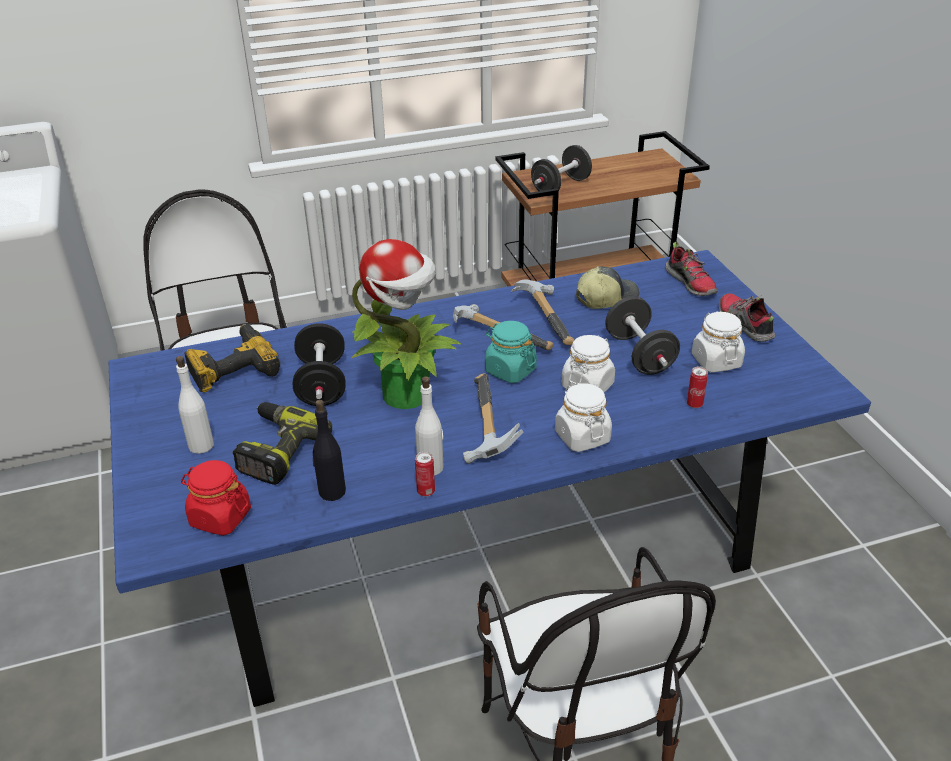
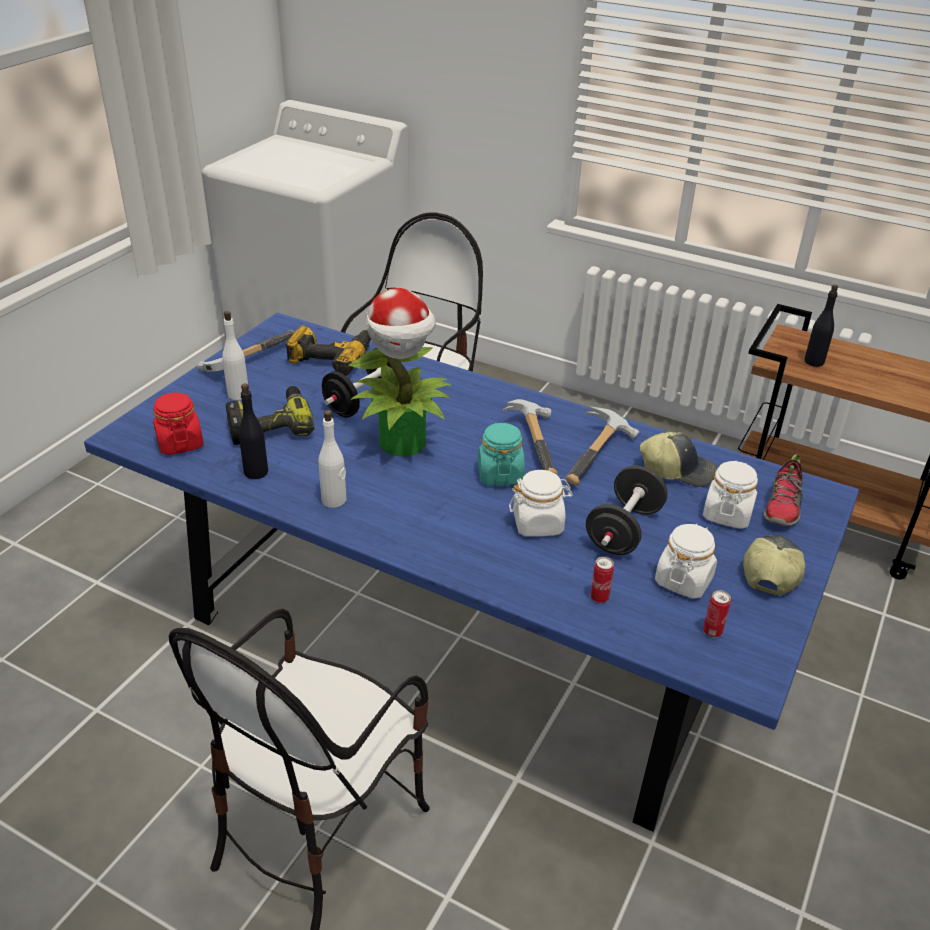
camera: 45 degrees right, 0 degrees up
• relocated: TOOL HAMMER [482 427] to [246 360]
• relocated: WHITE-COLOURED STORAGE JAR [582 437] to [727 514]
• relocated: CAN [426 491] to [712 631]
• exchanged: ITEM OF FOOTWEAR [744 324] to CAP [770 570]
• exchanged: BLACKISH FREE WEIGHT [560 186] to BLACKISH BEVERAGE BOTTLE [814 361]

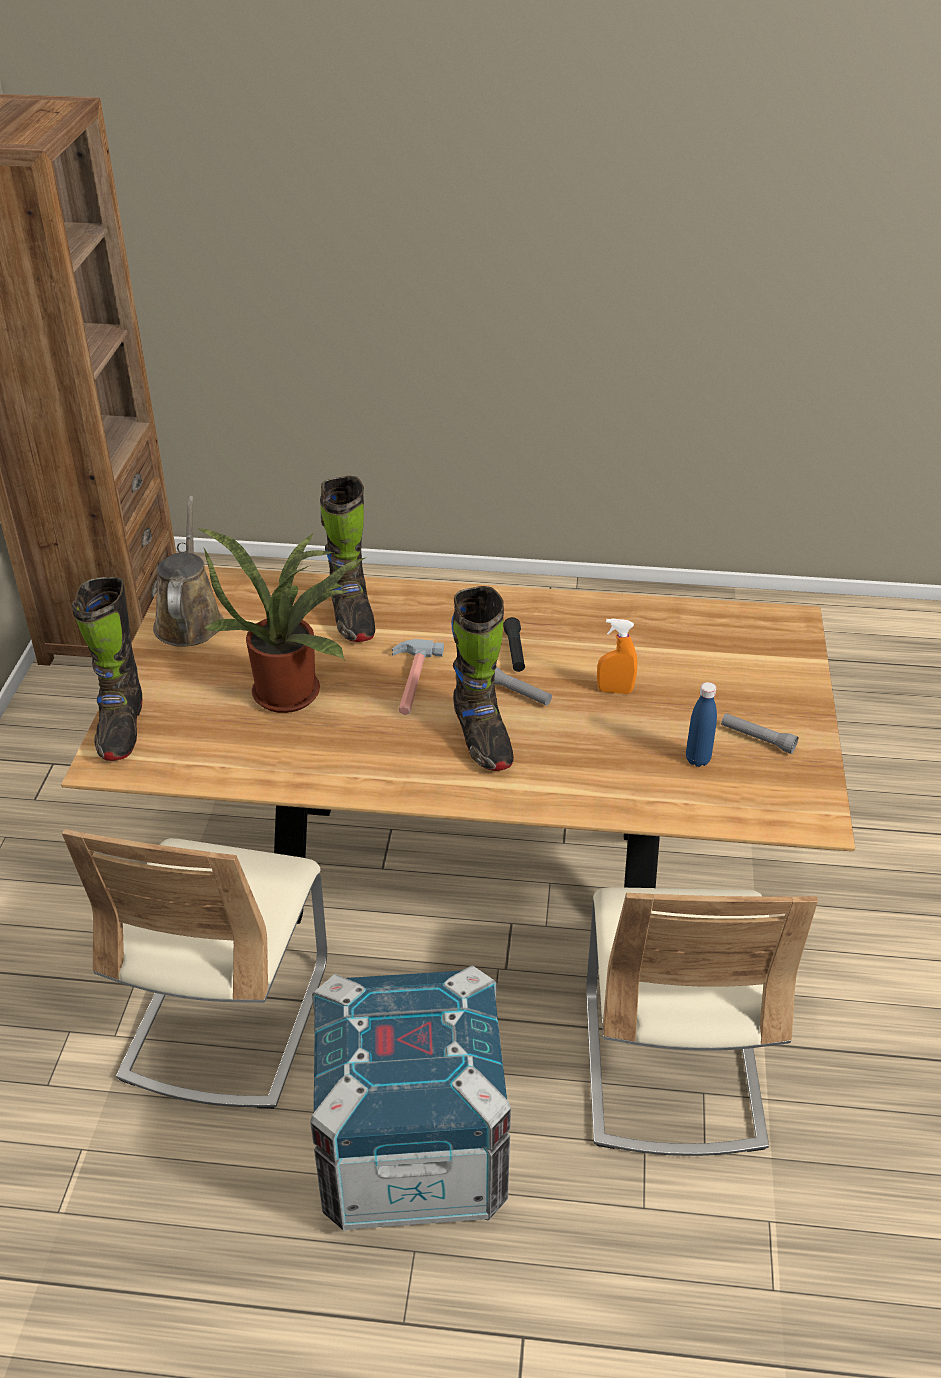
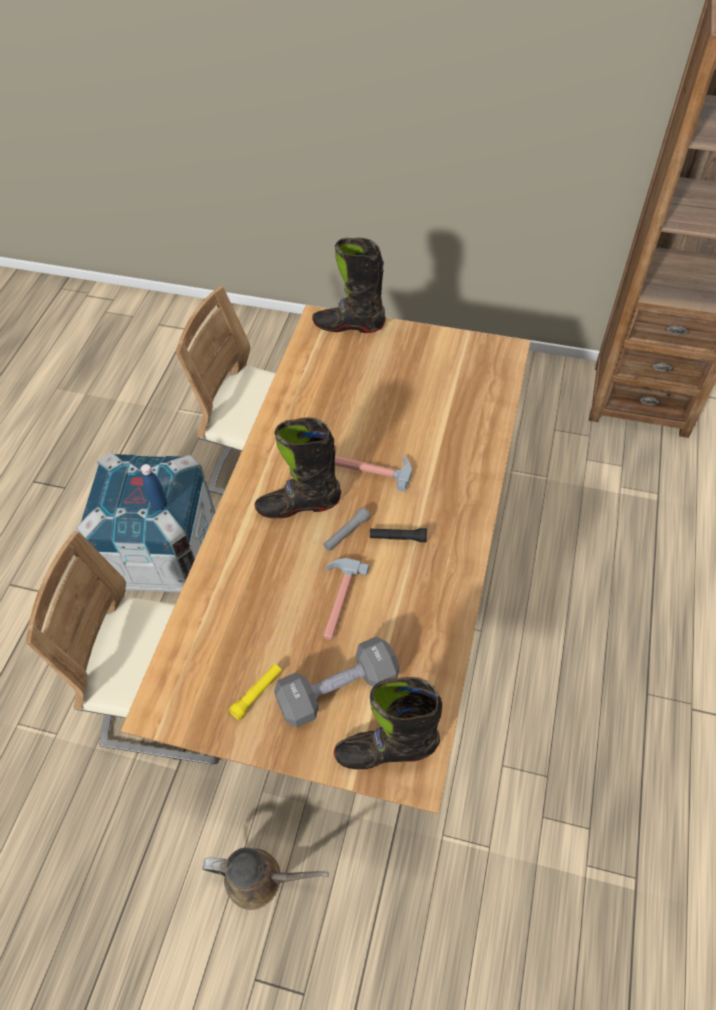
camera: 100 degrees right, 15 degrees up
• relocated: BLUE BEVERAGE BOTTLE [697 759] to [160 505]
• relocated: BROWN WATERING CAN [190 620] to [259 879]
• colour: GREY HAND TORCH [757 739] to YELLOW HAND TORCH [257 693]
• appeared: GREY FREE WEIGHT [338 690]
• exchanged: ORANGE SPRAYER [615 690] to TOOL HAMMER [337 600]
• relocated: BLACKISH BOOT [352 617] to [386 750]
• missing: PLANT IN A POT [291 690]

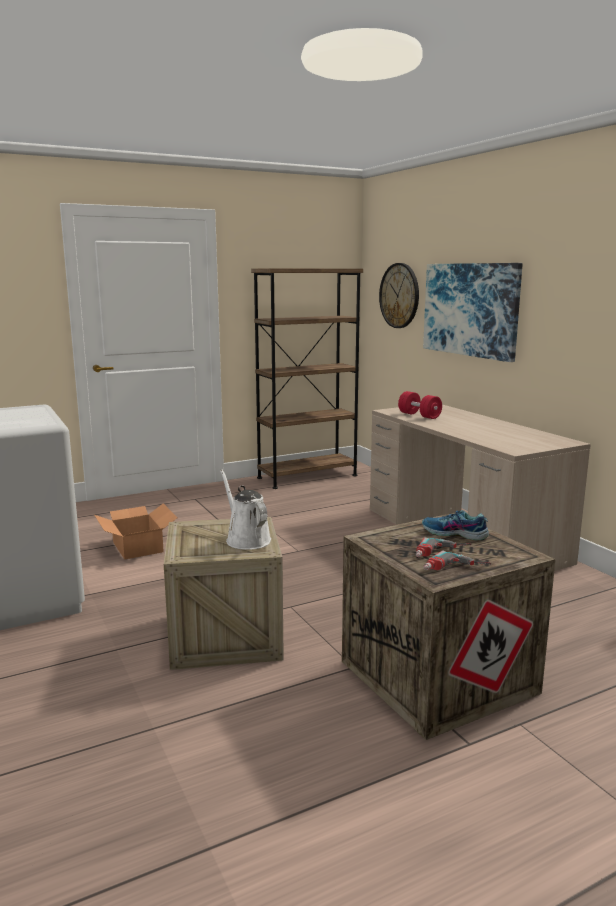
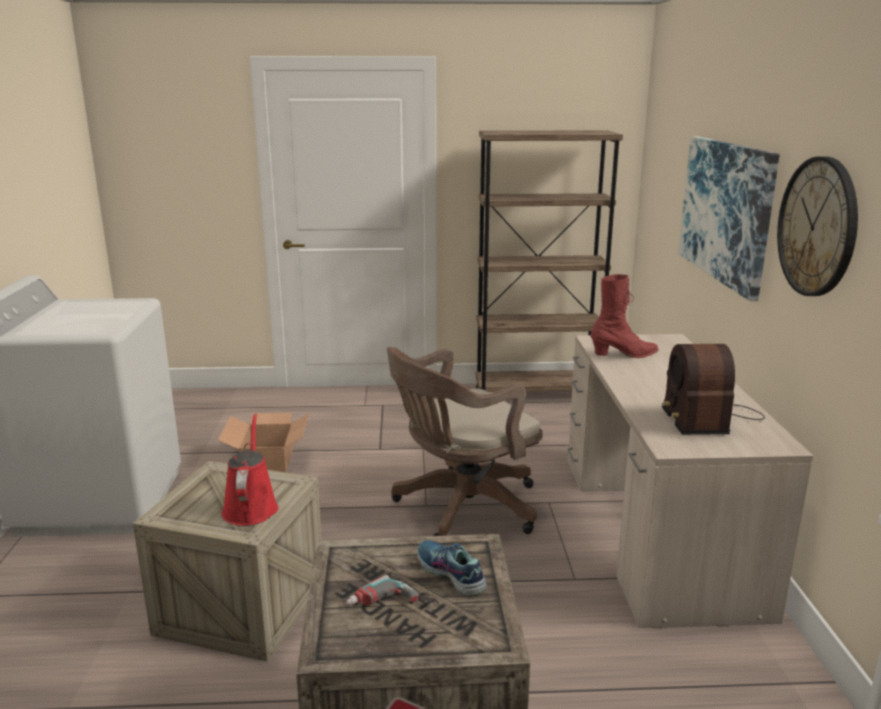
camera: 25 degrees right, 5 degrees up
• colour: WHITE-COLOURED WATERING CAN [246 539] to RED-COLOURED WATERING CAN [251 507]
• appeared: BROWN DESK CHAIR [461 508]
• exchanged: RED-COLOURED FREE WEIGHT [419 415] to RED-COLOURED BOOT [624 355]
• appeared: RADIO [707 417]
• relocated: WALL CLOCK [399 295] to [817 227]
• missing: DRILL [455 570]

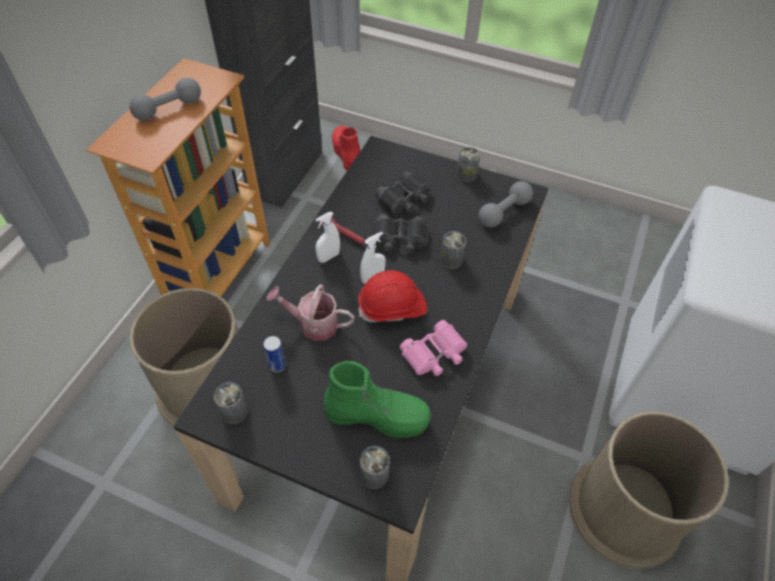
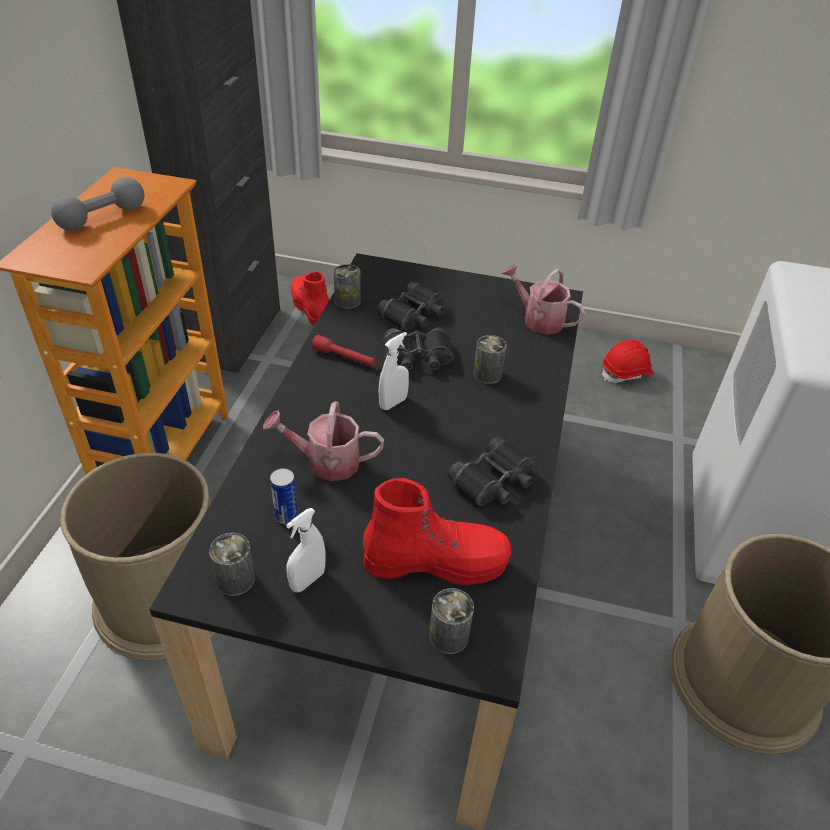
camera: 10 degrees left, 10 degrees down
• relocated: WHITE-COLOURED SPRAYER [328 257] to [307 580]
• relocated: CAN [466 174] to [347 301]
• colour: GREEN-COLOURED BOOT [377 416] to RED-COLOURED BOOT [436 562]
• colour: PINKISH PAIR OF BINOCULARS [434 354] to BLACKISH PAIR OF BINOCULARS [493 481]
• exchanged: GREY FREE WEIGHT [504 212] to WATERING CAN [538 319]
• relocated: RED-COLOURED SAFETY HELMET [392 307] to [626 373]

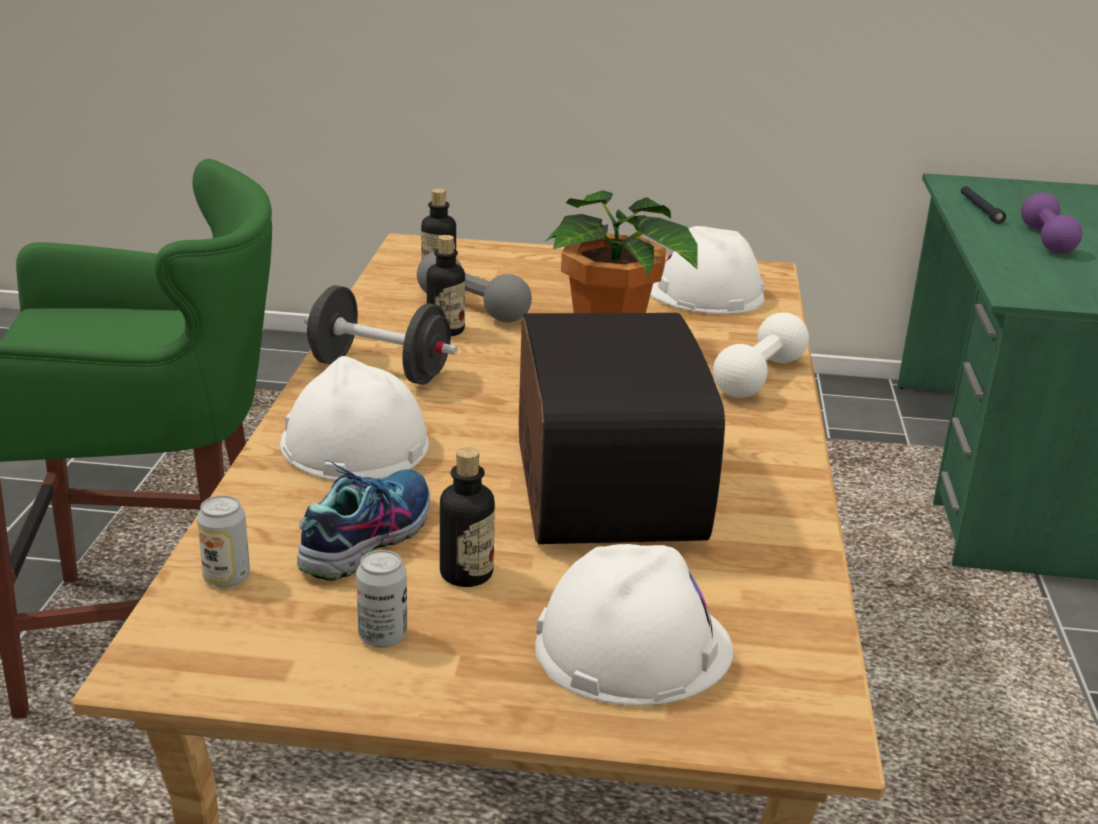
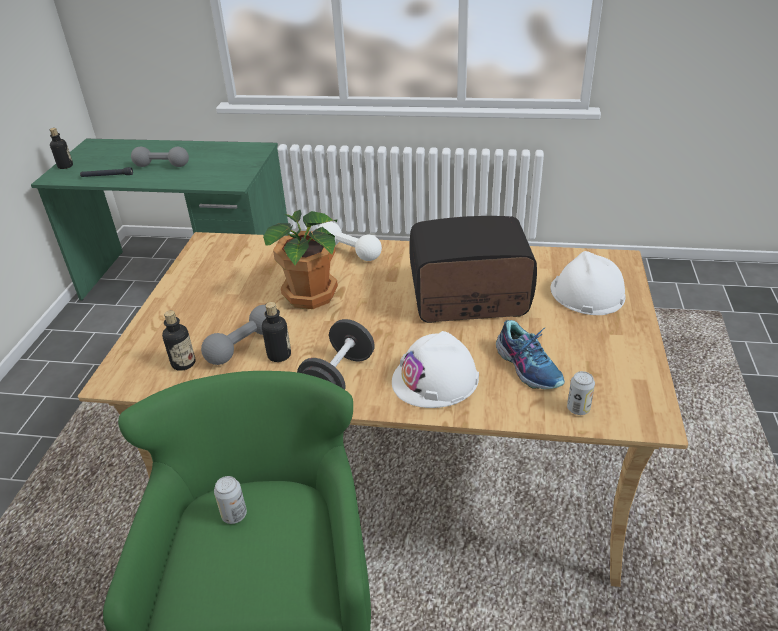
camera: 85 degrees left, 10 degrees up
• relocated: BEVERAGE BOTTLE [466 574] to [65 166]
• colour: PURPLE FREE WEIGHT [1046 240] to GREY FREE WEIGHT [162 166]
• relocated: CAN [383 636] to [234 515]
• spun: ITEM OF FOOTWEAR [366 536] = [529 366] 150 degrees counterclockwise
• missing: WHITE-COLOURED SAFETY HELMET [704 293]

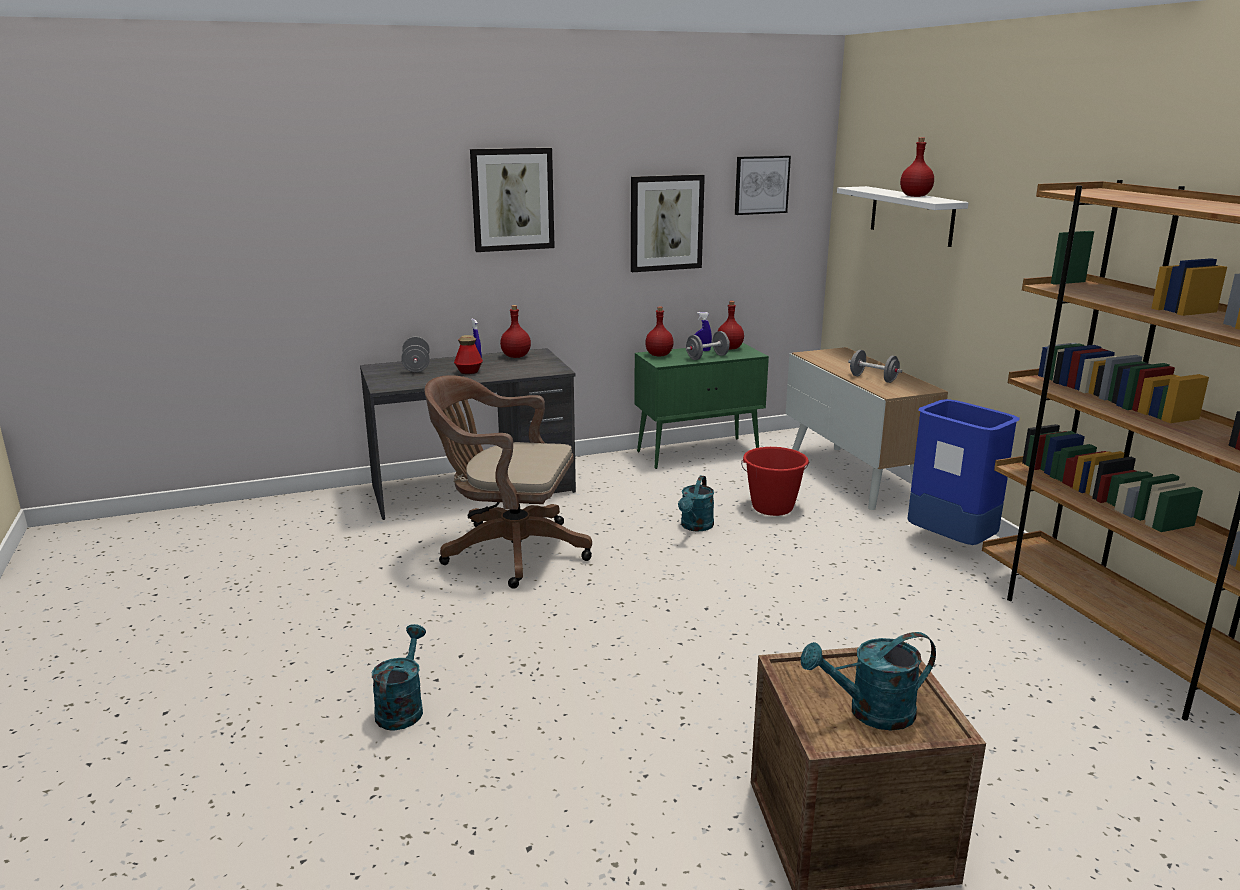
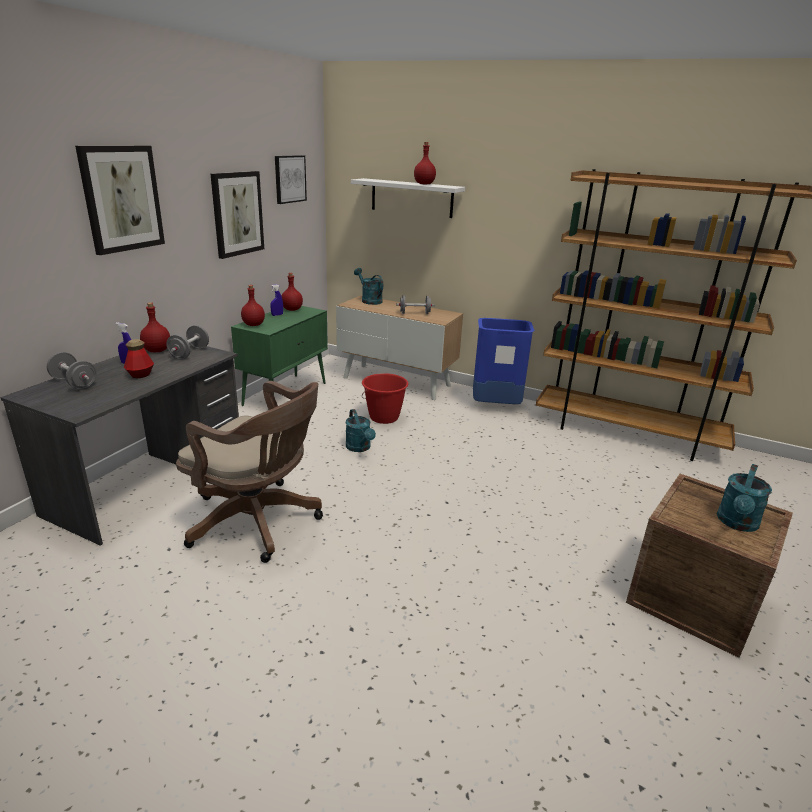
camera: 45 degrees left, 5 degrees up
• relocated: GREY FREE WEIGHT [707 357] to [189 353]
• spun: BROWN DESK CHAIR [508 551] = [259 522] 120 degrees counterclockwise
• relocated: TURQUOISE WATERING CAN [402 707] to [369 300]

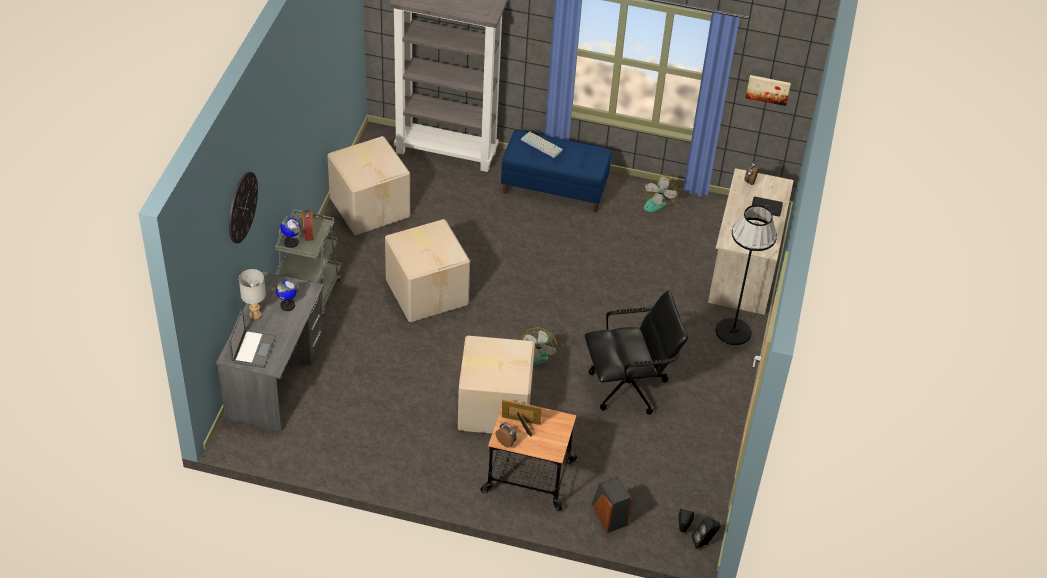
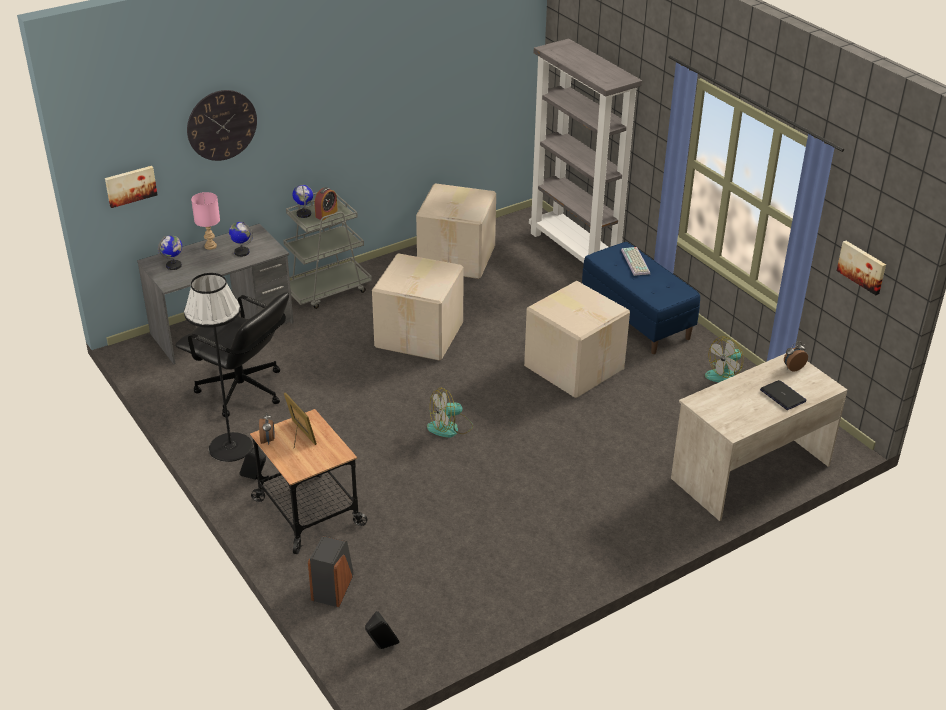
camera: 45 degrees right, 10 degrees down
• appeared: WALL ART [130 185]
• exchanged: NOTEBOOK COMPUTER [253 349] to DESK GLOBE [174 266]
• relocated: BLACKISH DESK CHAIR [629 387] to [242 391]
• relocated: BLACKISH FLOOR LAMP [733 331] to [230 447]
• colour: GREY TABLETOP LAMP [255 315] to PINKISH TABLETOP LAMP [210 246]
• relocated: BLACKISH SPEAKER [704 543] to [255 478]
• relocated: CARTON [494 406] to [574 367]

